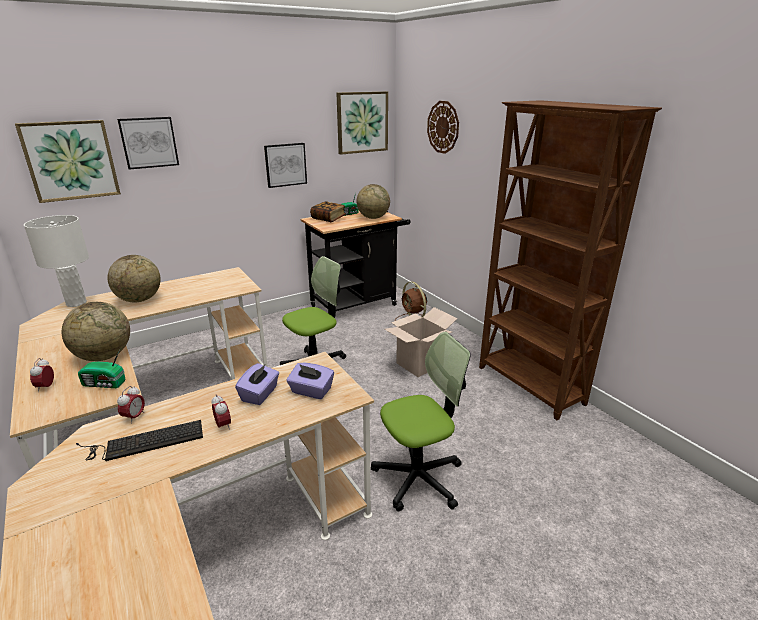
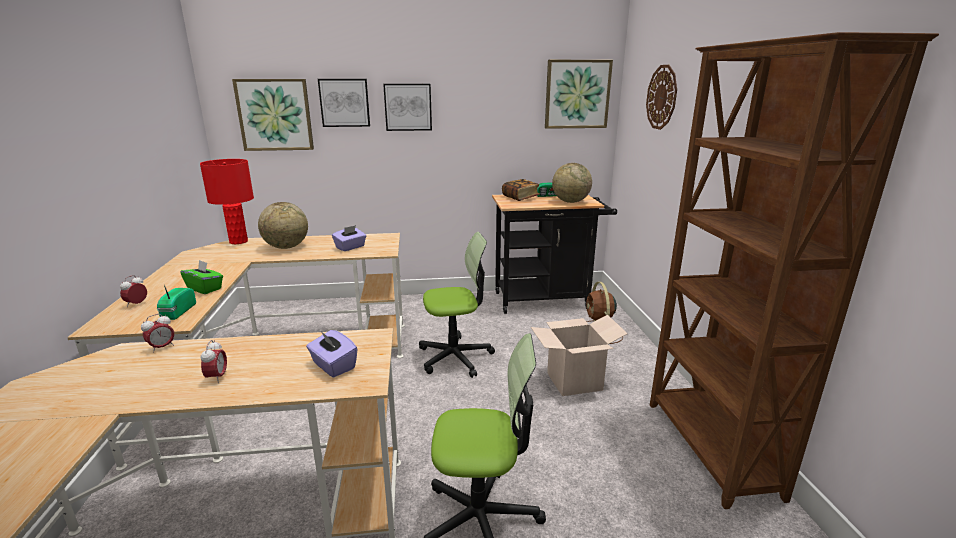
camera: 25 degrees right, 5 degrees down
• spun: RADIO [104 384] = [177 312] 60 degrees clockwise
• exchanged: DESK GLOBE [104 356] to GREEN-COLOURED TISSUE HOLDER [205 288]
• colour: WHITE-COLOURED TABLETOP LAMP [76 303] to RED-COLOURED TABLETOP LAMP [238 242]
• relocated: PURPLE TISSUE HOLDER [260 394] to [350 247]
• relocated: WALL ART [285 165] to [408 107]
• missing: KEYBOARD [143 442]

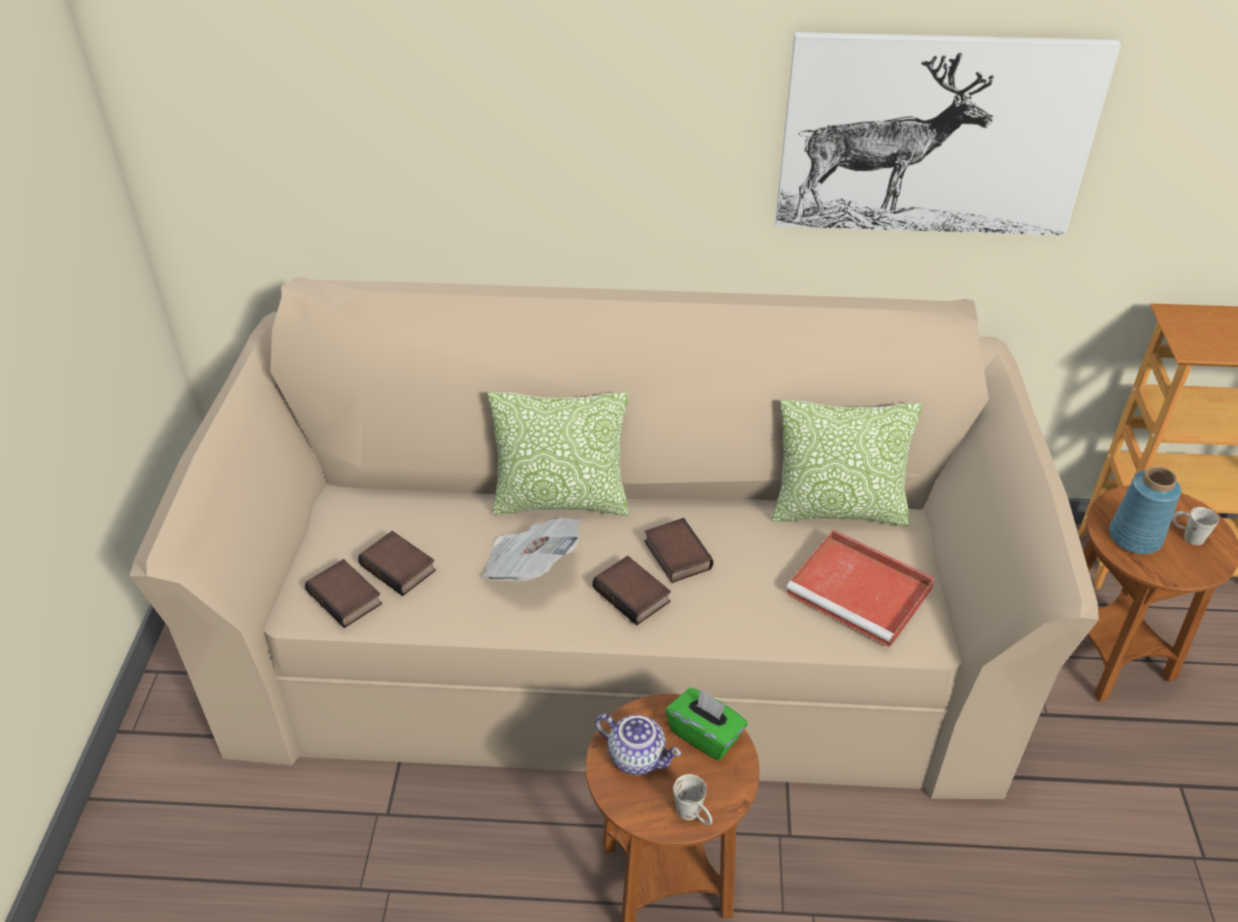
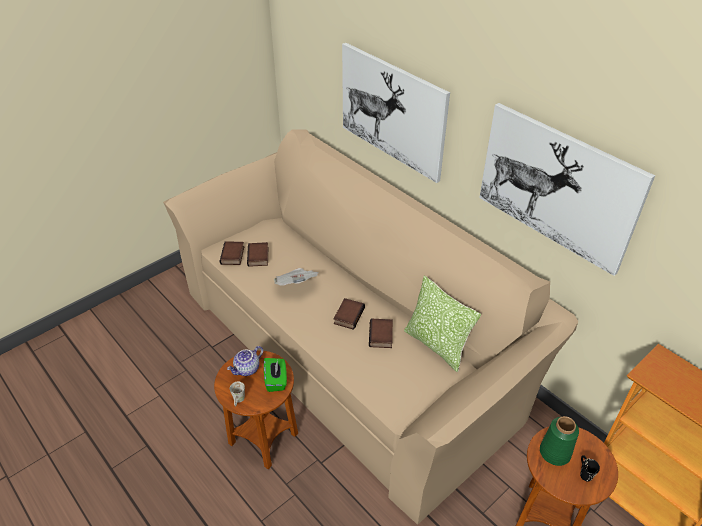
camera: 45 degrees right, 0 degrees up
• spun: POT FOR TEA [638 756] = [247 369] 60 degrees clockwise
• appeared: WALL ART [392 111]
• relocated: BOOK [634 595] to [382 336]
• colour: BLUE DECORATIVE VASE [1134 537] to GREEN-COLOURED DECORATIVE VASE [555 452]
• colour: WHITE-COLOURED COFFEE MUG [1187 535] to BLACKISH COFFEE MUG [584 472]
• missing: THROW PILLOW [561 501]
• missing: RED-COLOURED SERVING TRAY [862 592]

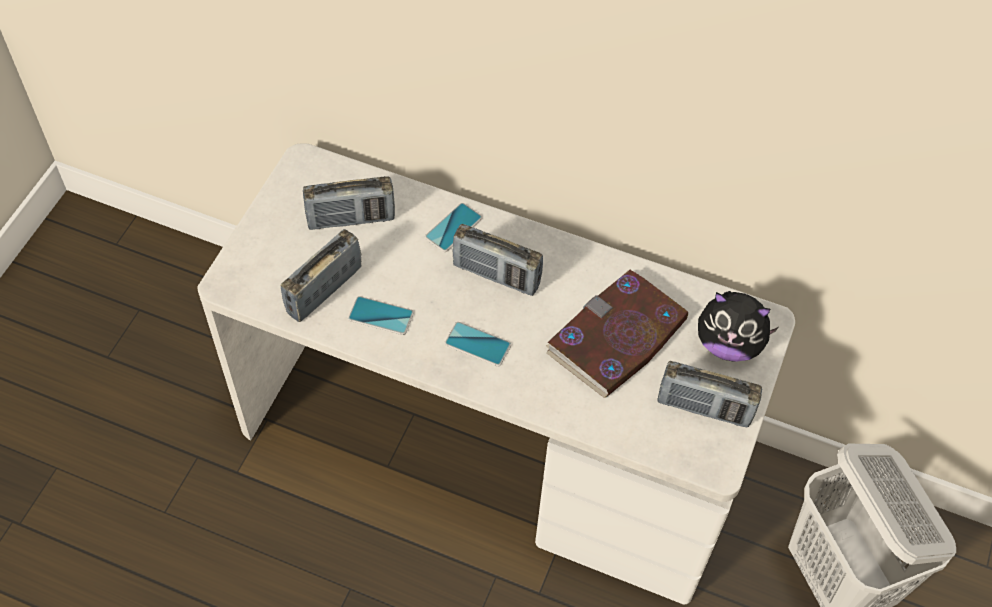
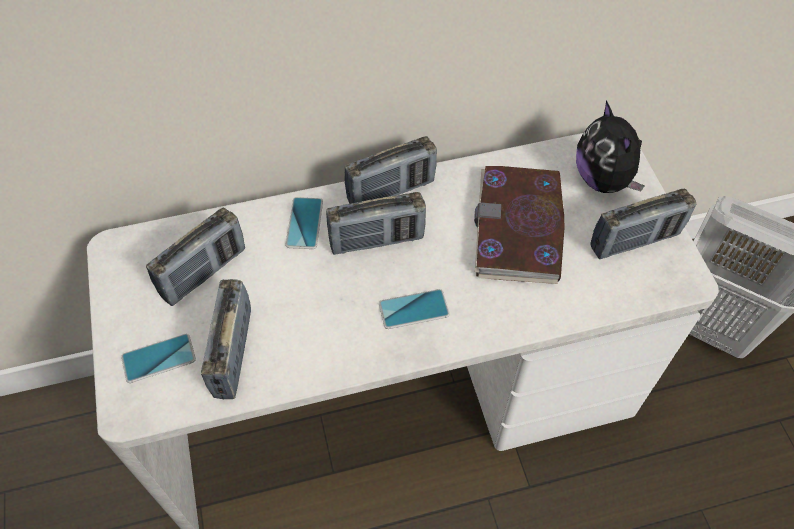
camera: 35 degrees left, 0 degrees up
• relocated: TELEPHONE [381 316] to [158 358]
• appeared: RADIO [391 191]
• spun: CUDDLY TOY [728 344] = [604 179] 90 degrees clockwise

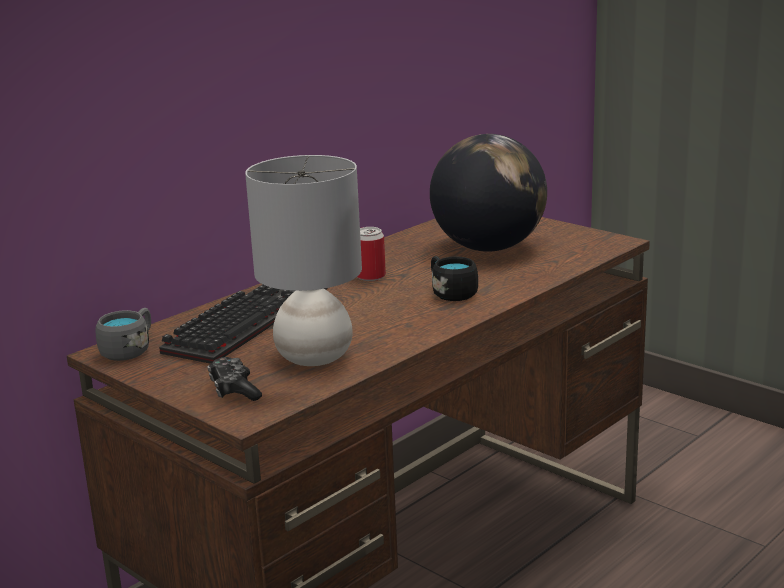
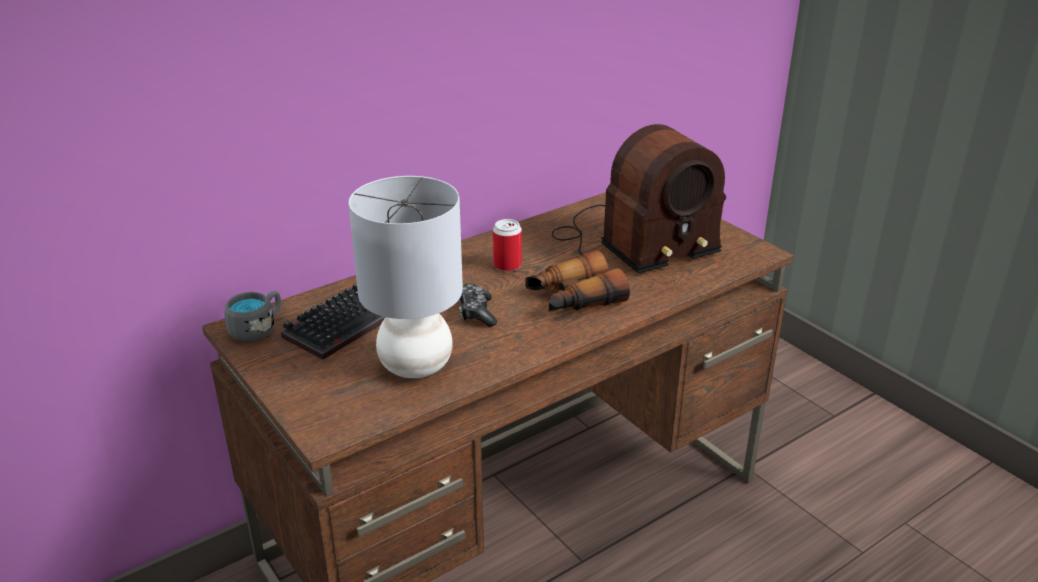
camera: 10 degrees right, 10 degrees up
• relocated: GAME CONTROLLER [234 390] to [476 313]
• exchanged: BLACKISH COFFEE MUG [451 293] to PAIR OF BINOCULARS [573 299]
• exchanged: DESK GLOBE [488 248] to RADIO [631 243]

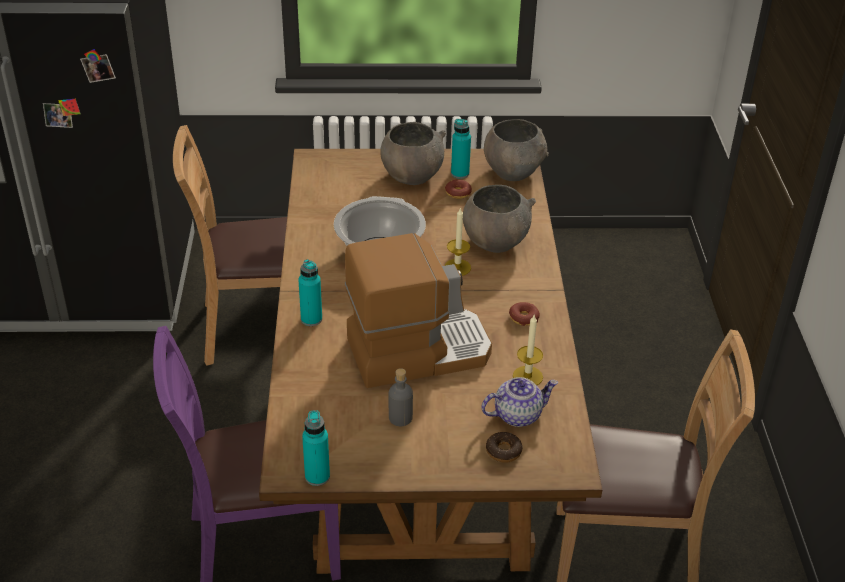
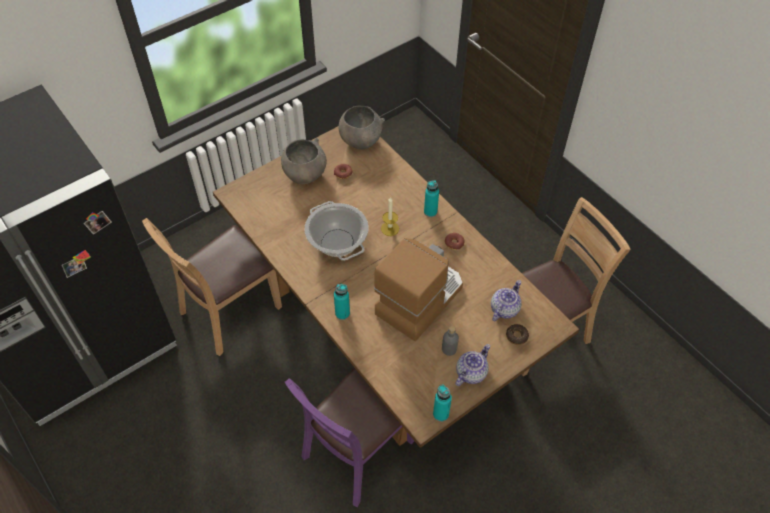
camera: 35 degrees left, 15 degrees up
• relocated: TURQUOISE BEVERAGE BOTTLE [460 173] to [430 212]
• appeared: POT FOR TEA [471 372]
• missing: GREY SERVING BOWL [495 241]
• missing: WAX CANDLE [527 376]

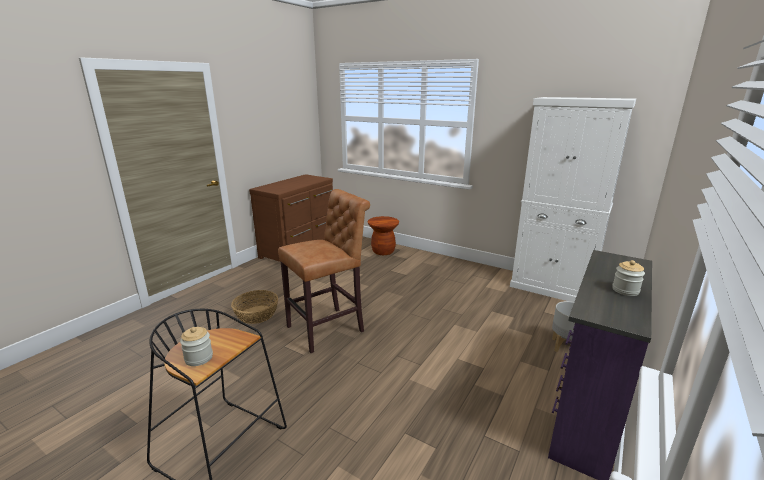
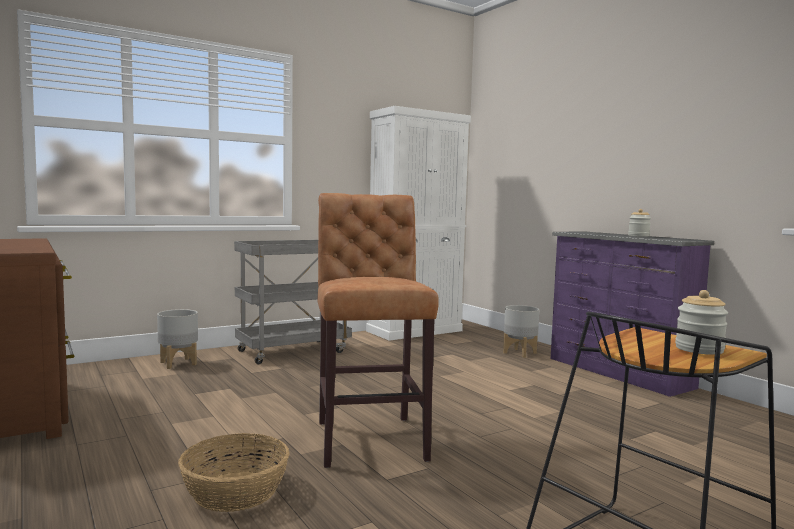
camera: 65 degrees left, 15 degrees down
• exchanged: BROWN STOOL [383 251] to GREY PLANT POT [178 363]
• appeared: GREY CART [294 351]

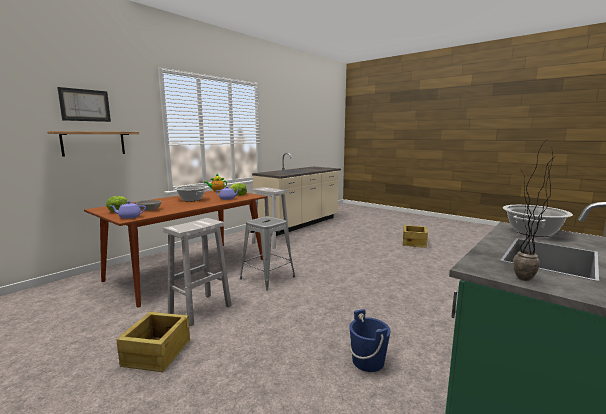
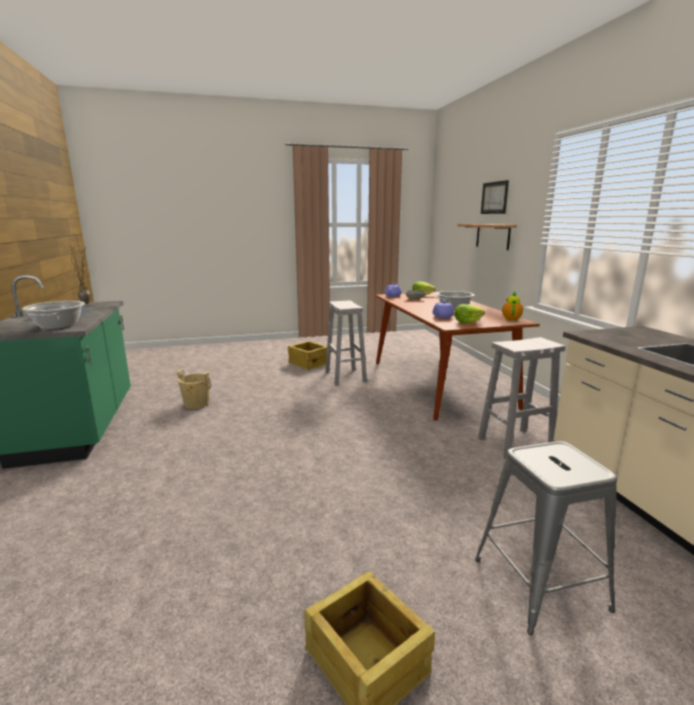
camera: 125 degrees right, 5 degrees up
• colour: BLUE PAIL [368 361] to SAND-COLOURED PAIL [196 404]
• relocated: GREY STOOL [267 277] to [540 584]

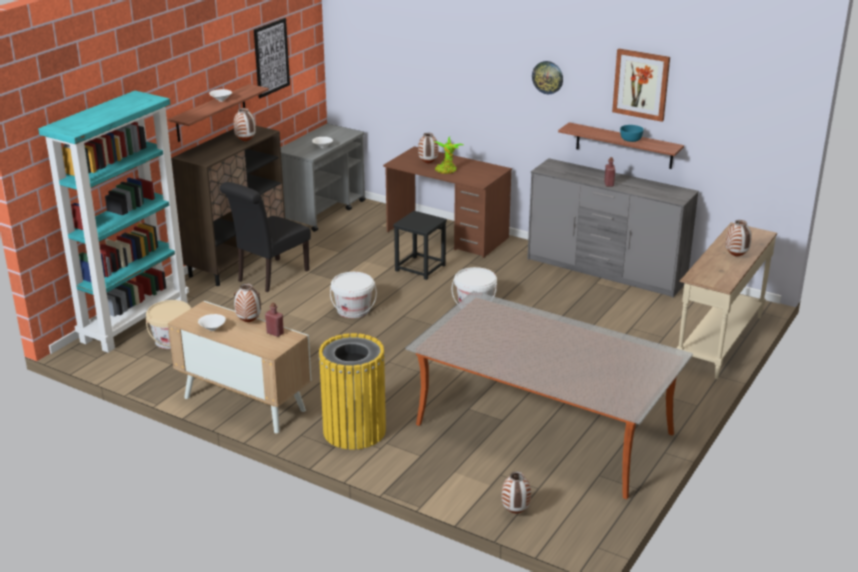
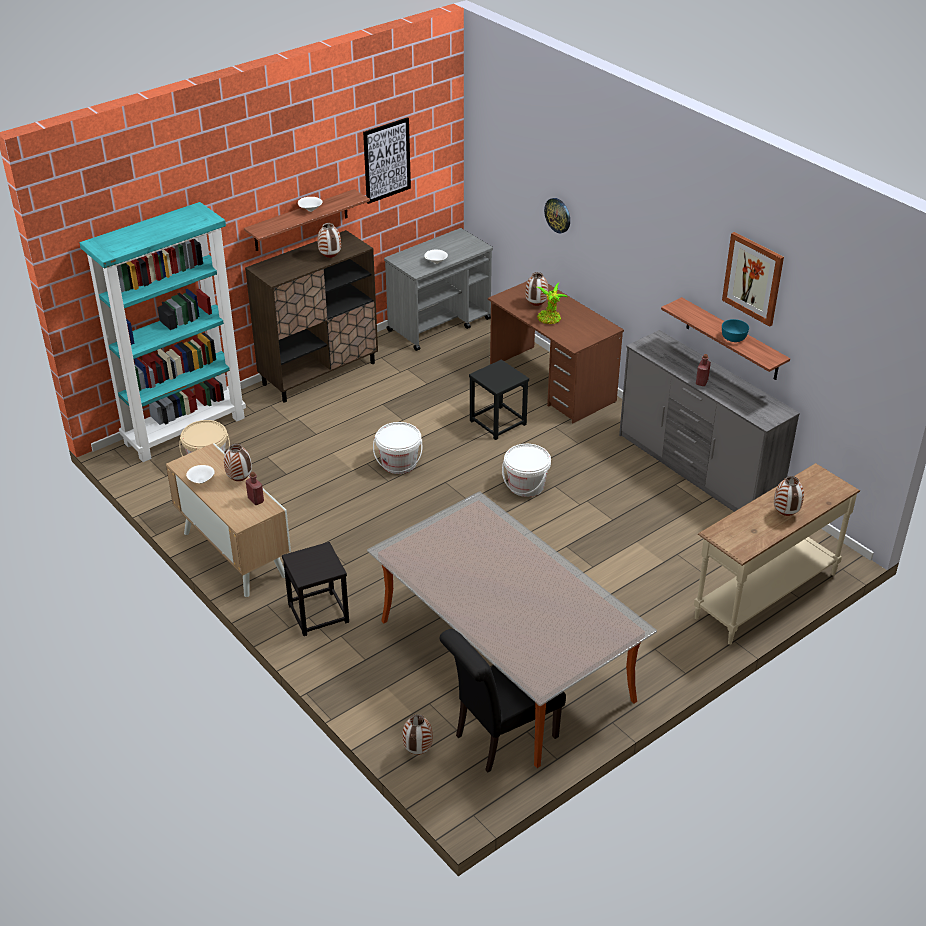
camera: 20 degrees right, 10 degrees up
• exchanged: YELLOW RUBBISH BIN [354 431] to BLACKISH STOOL [319 613]
• relocated: BLACKISH UPRIGHT CHAIR [269 277] to [500 738]
• relocated: WALL CLOCK [547 77] to [558 215]

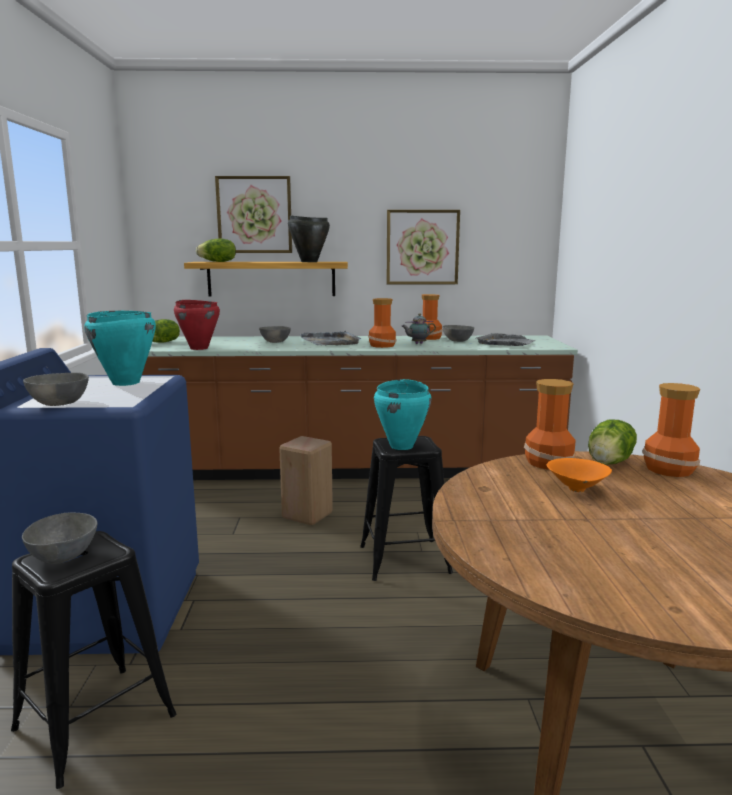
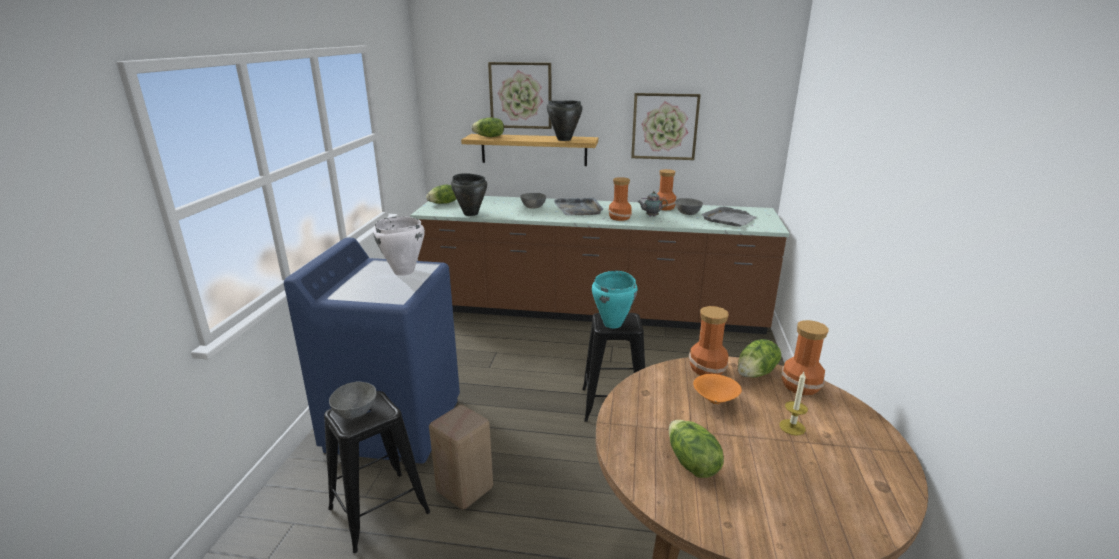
camera: 10 degrees right, 10 degrees up
• colour: TURQUOISE SAUCEPOT [125 383] to WHITE-COLOURED SAUCEPOT [403 272]
• relocated: SAND-COLOURED STOOL [309 515] to [466 489]
• colour: RED-COLOURED SAUCEPOT [199 348] to BLACKISH SAUCEPOT [471 213]
• appeared: LETTUCE HEAD [691 463]
• appeared: WAX CANDLE [792 427]
• missing: GREY SERVING BOWL [57 404]

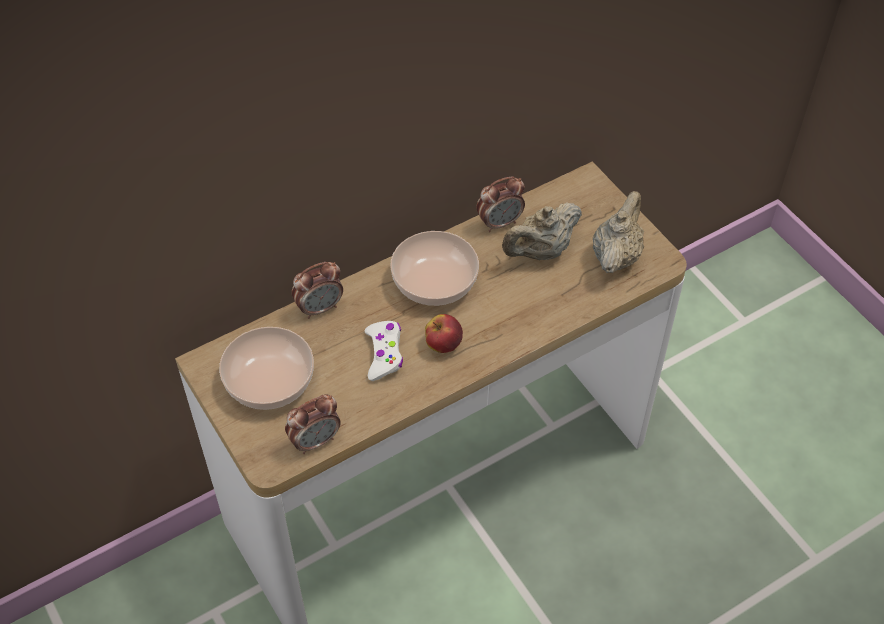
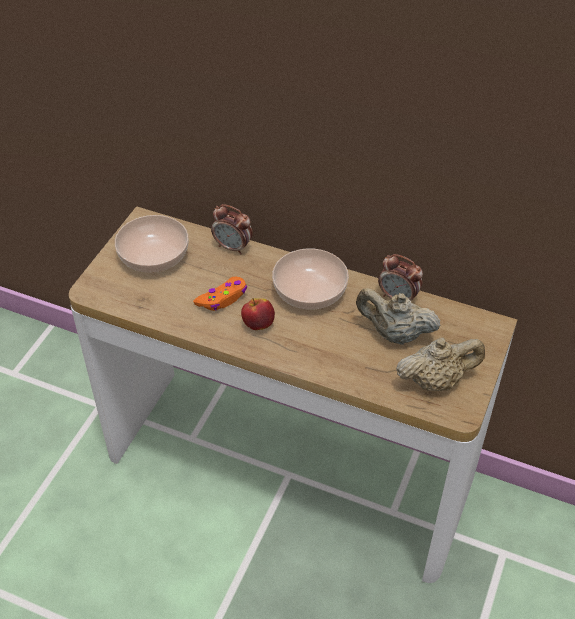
camera: 55 degrees right, 5 degrees down
• colour: WHITE-COLOURED GAME CONTROLLER [384 354] to ORANGE GAME CONTROLLER [223 298]
• missing: ALARM CLOCK [315 441]

